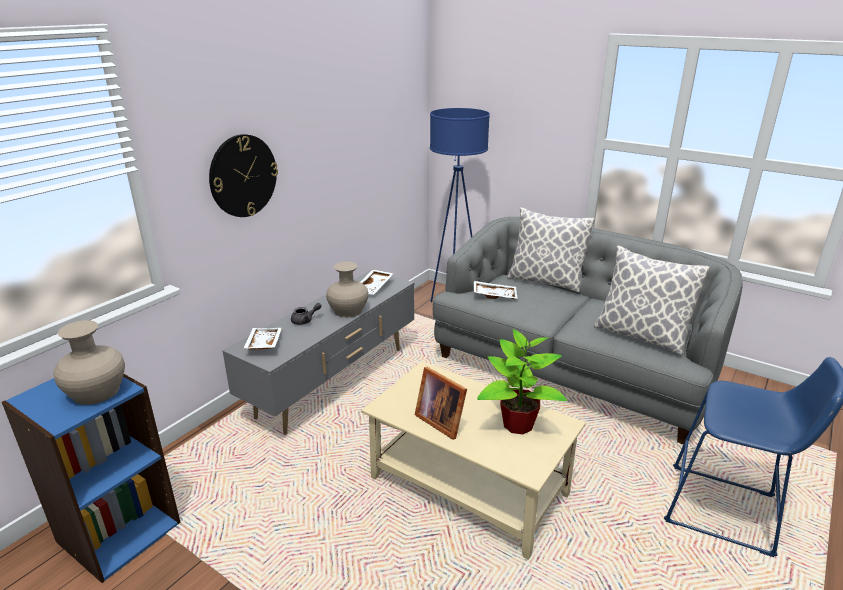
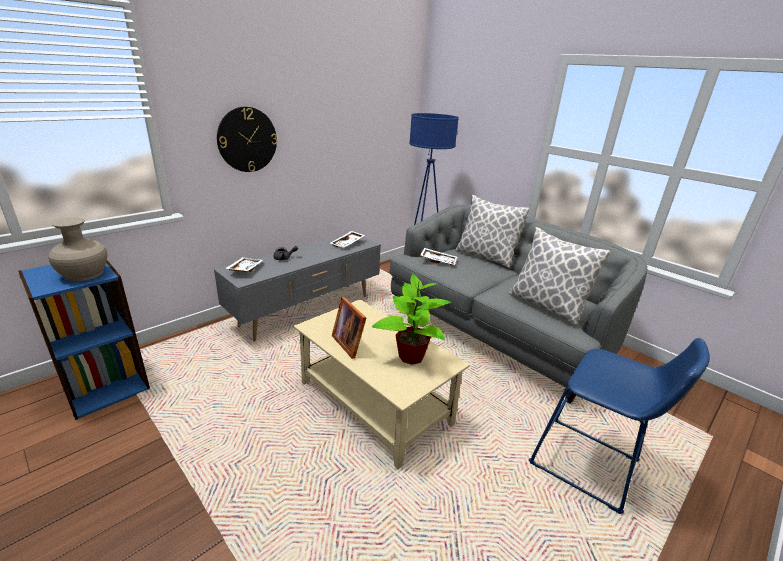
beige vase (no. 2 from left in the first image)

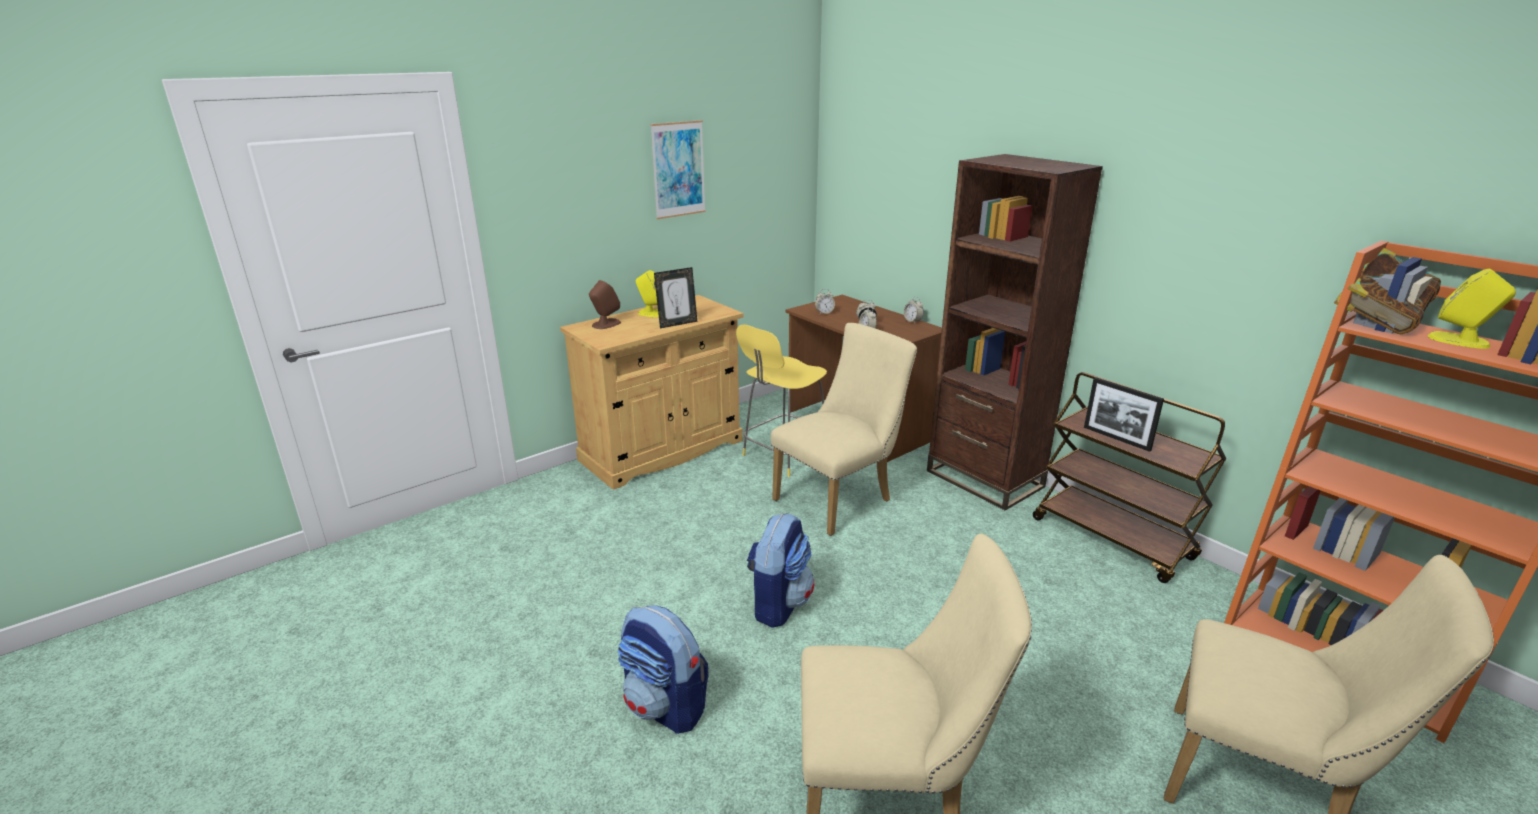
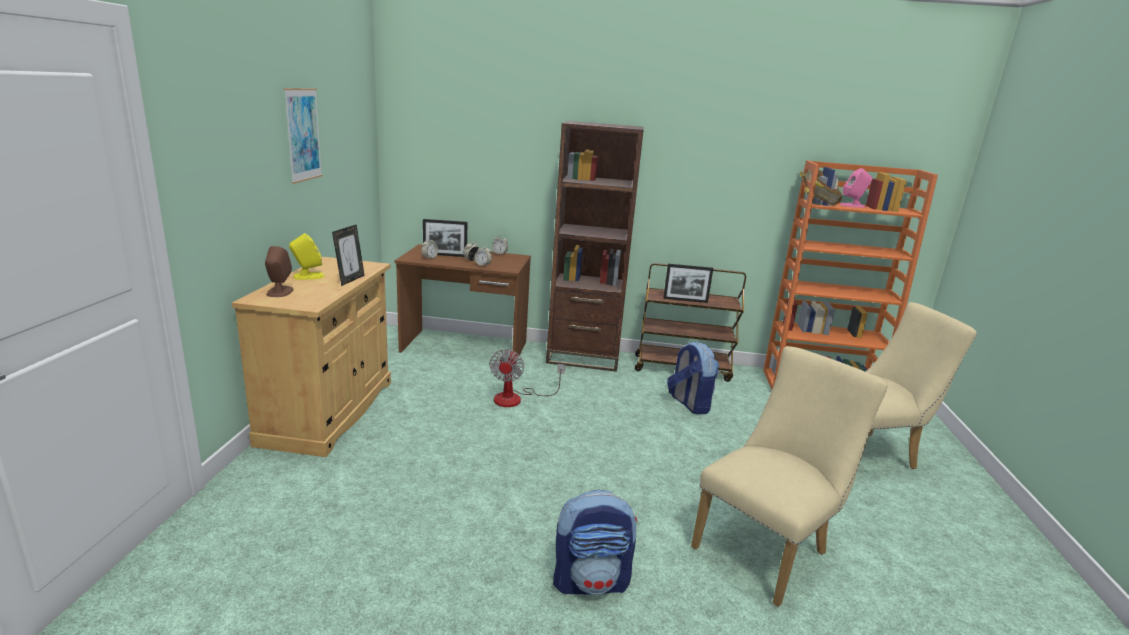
pink speaker; fan; yellow stool; backpack (no. 2 from left); picture frame (no. 2 from left)

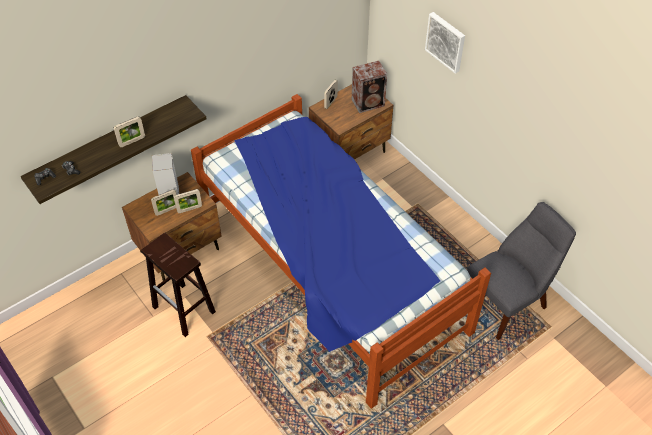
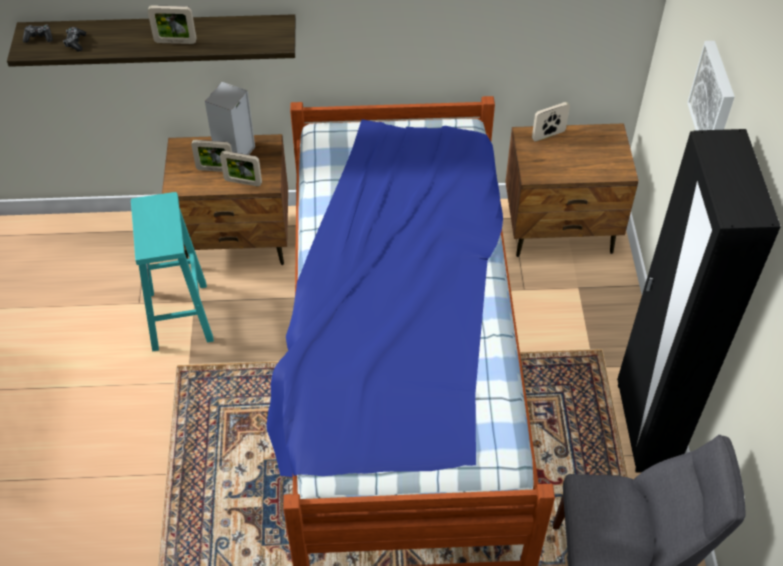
speaker (no. 2 from left in the first image); turquoise stool; black wardrobe

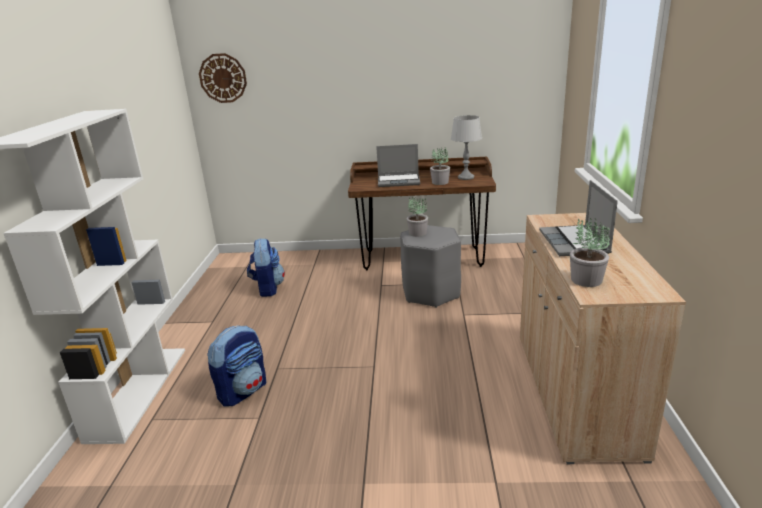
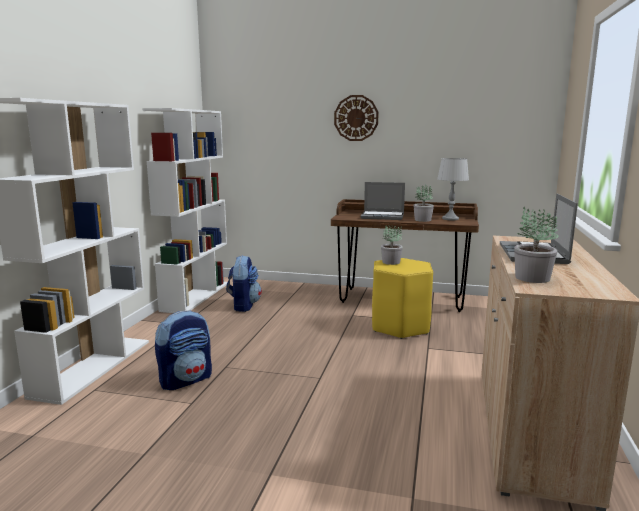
wall clock; yellow stool; white bookcase (no. 2 from left)

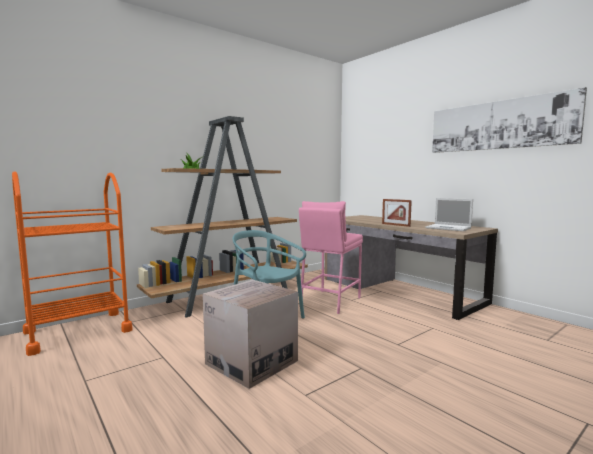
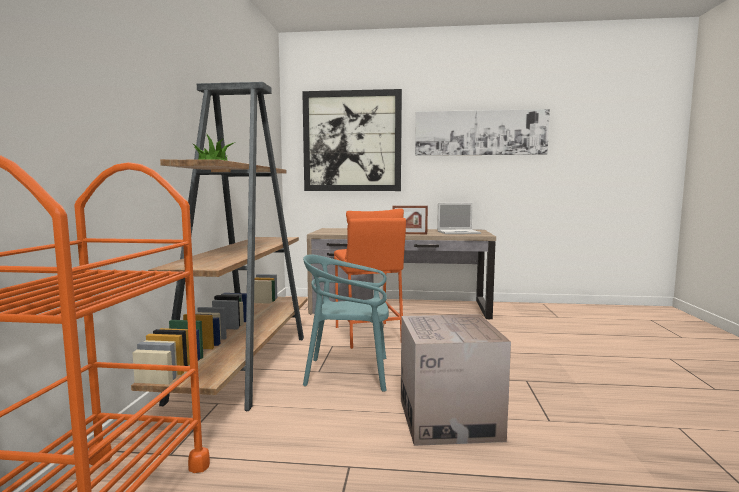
orange stool; picture (no. 1 from left)

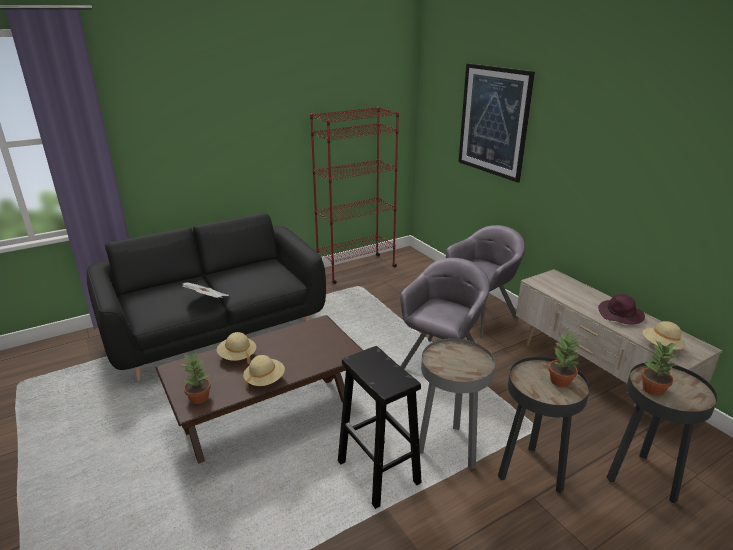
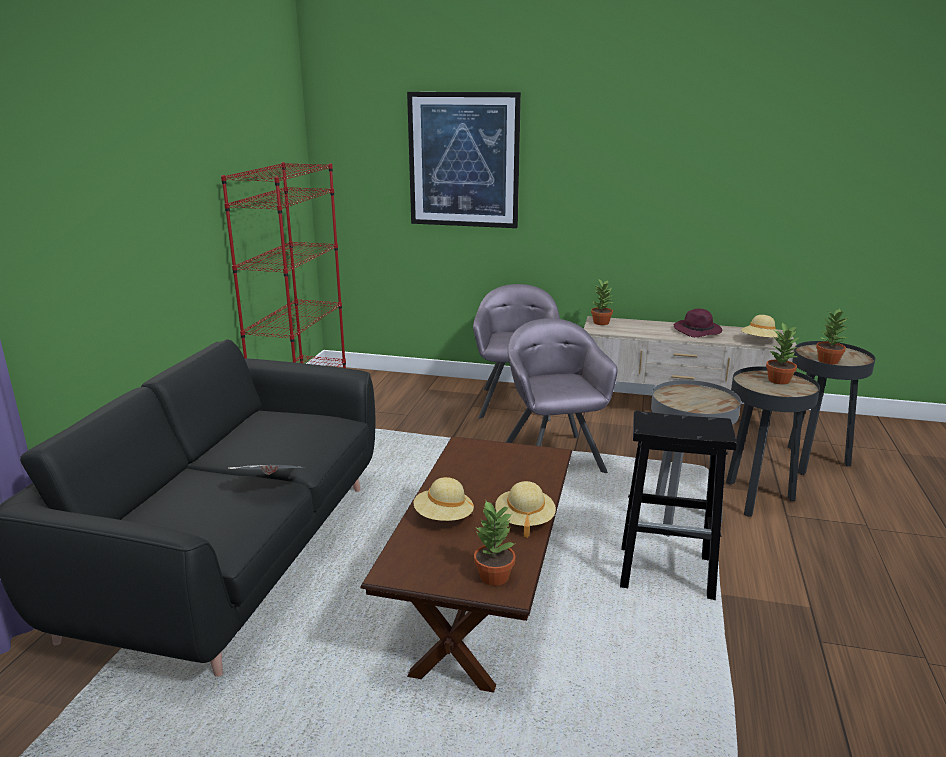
potted plant (no. 2 from left)

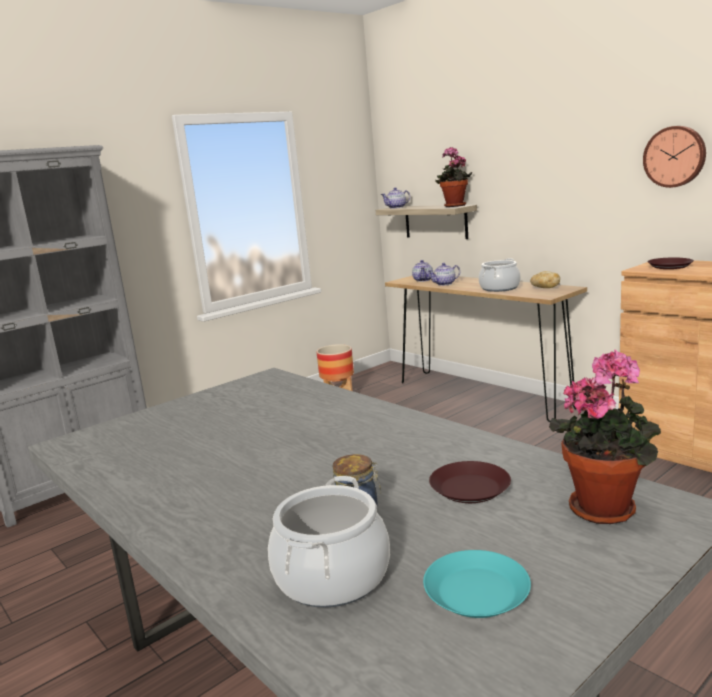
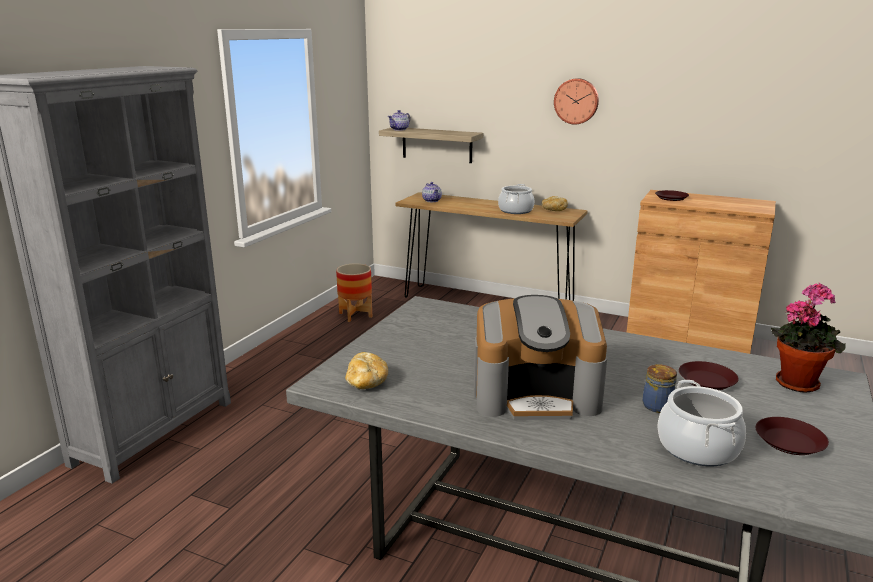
wall clock; potted plant (no. 1 from left in the first image); teapot (no. 3 from left in the first image); brown plate (no. 3 from left); coffee machine; bread (no. 1 from left)

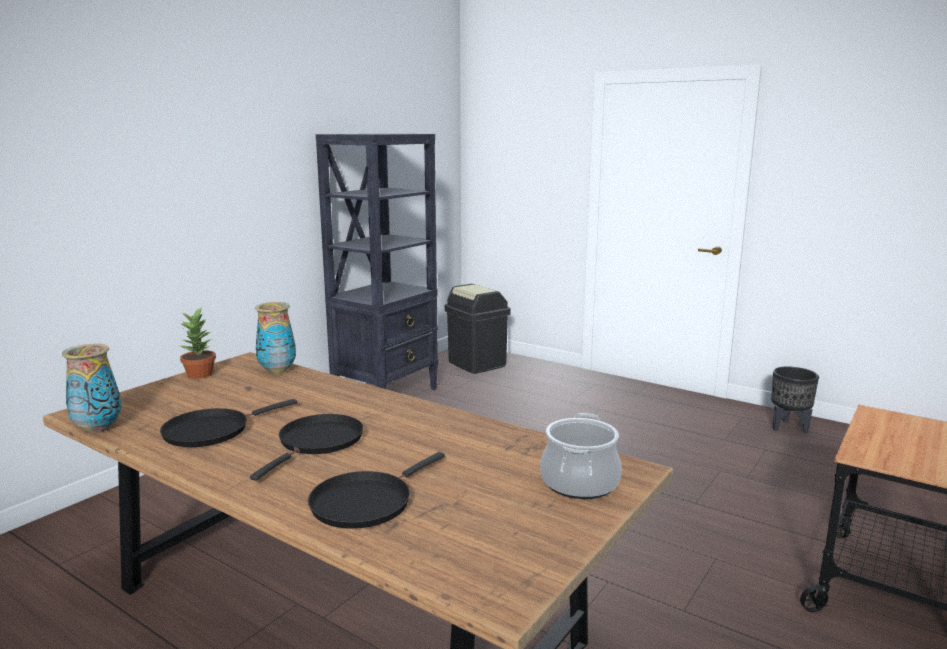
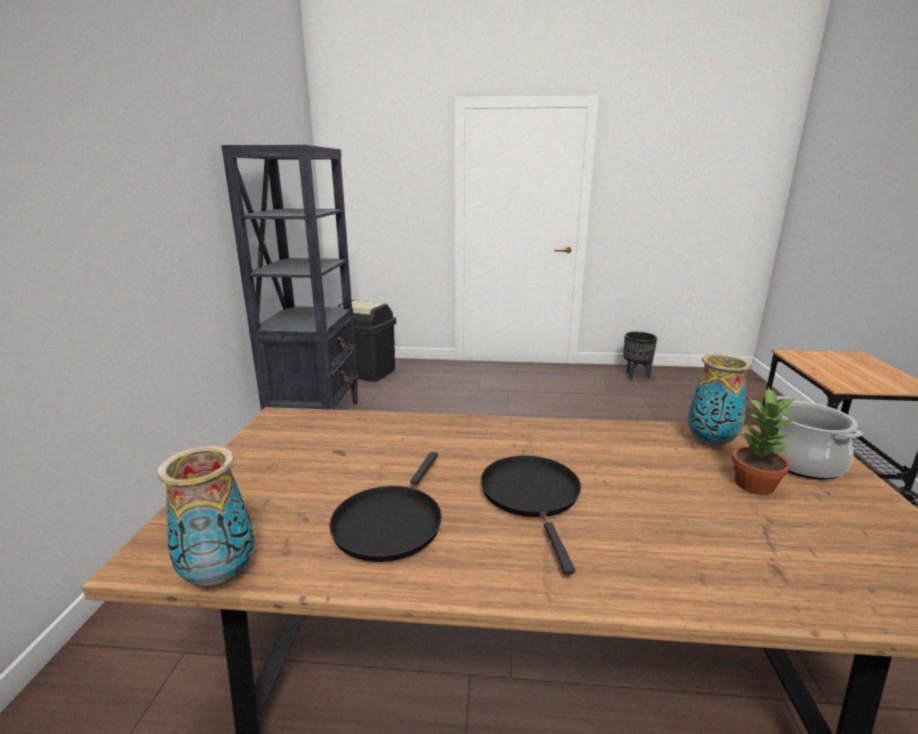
vase (no. 2 from left); potted plant; black frying pan (no. 3 from left in the first image)

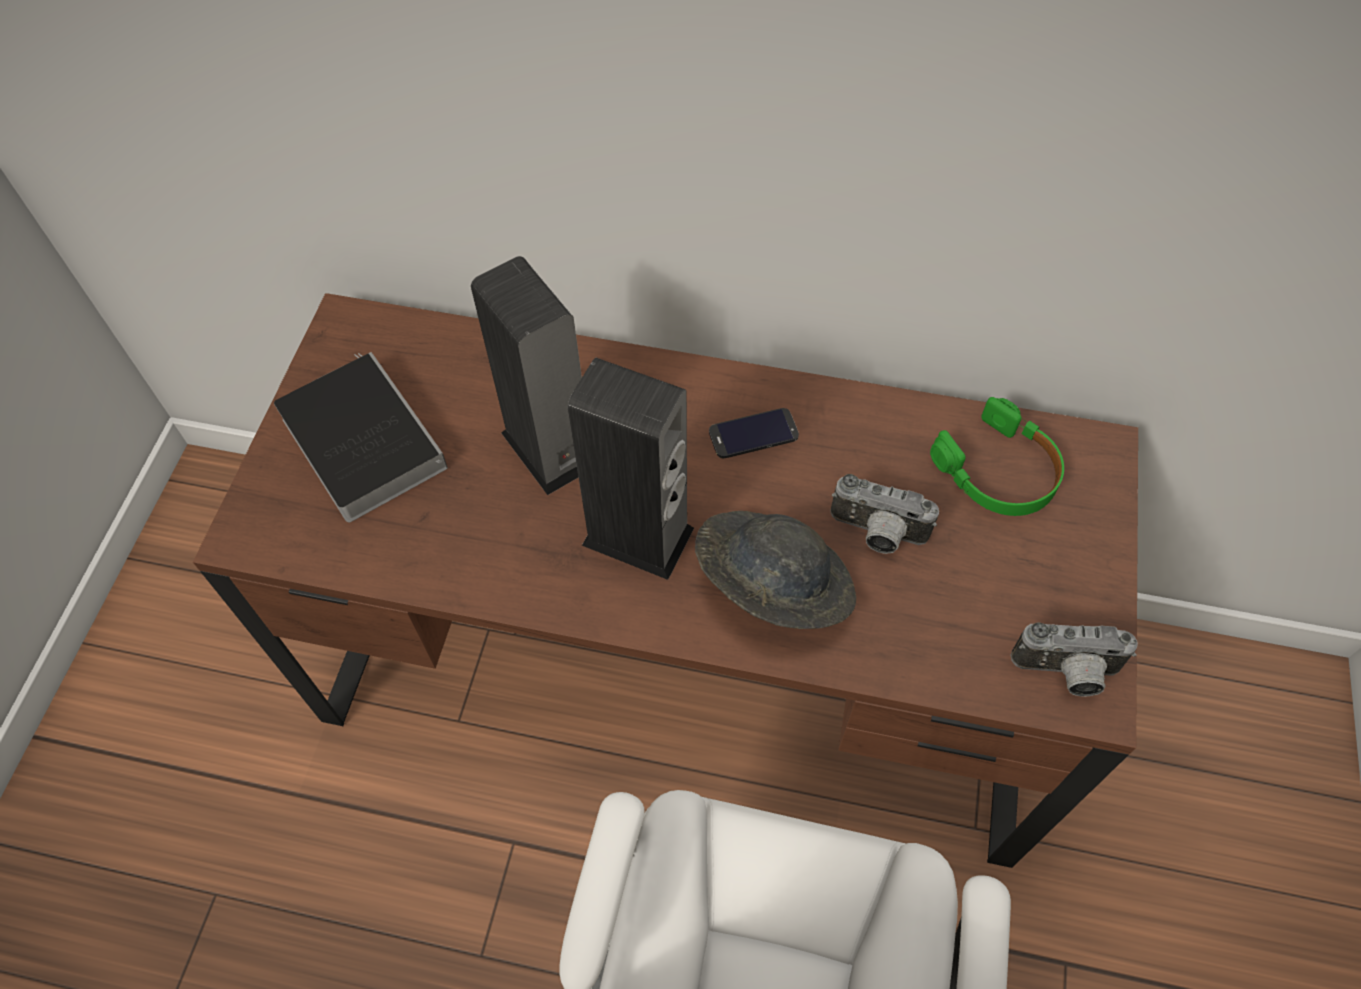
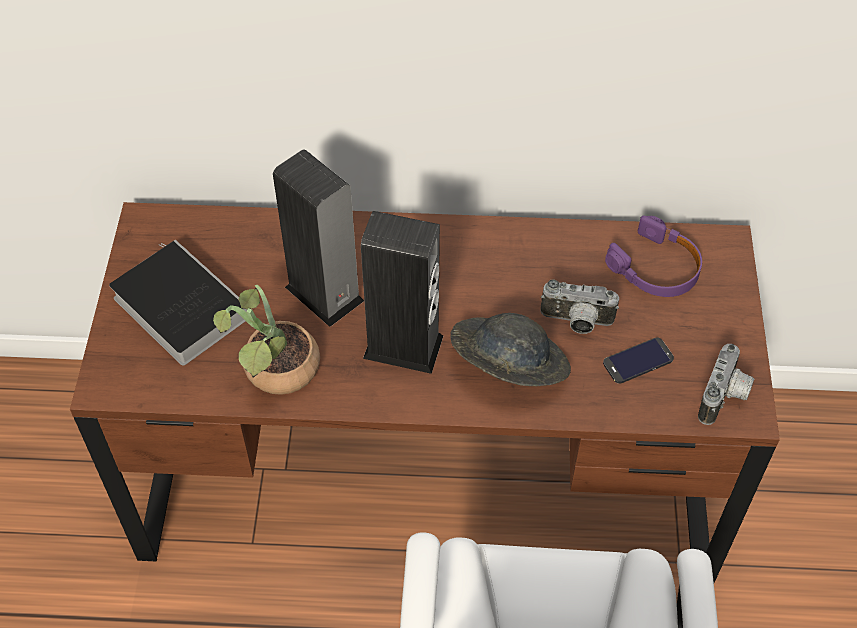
purple headphones; phone; photo camera (no. 2 from left); potted plant

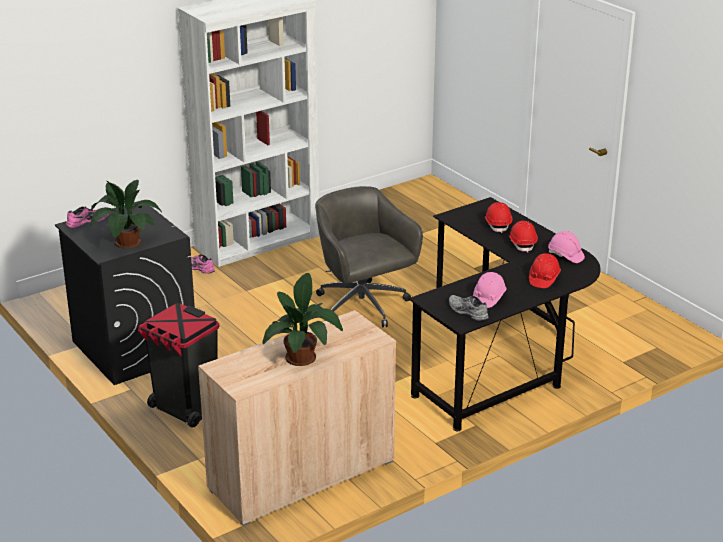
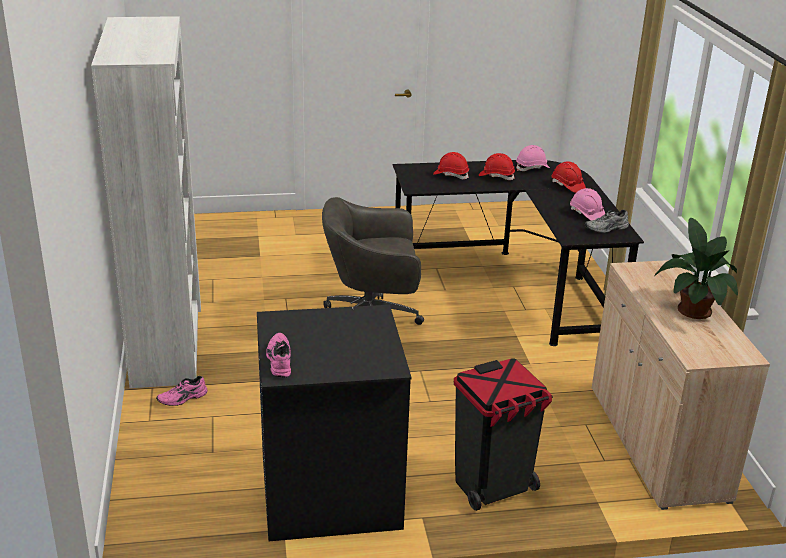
potted plant (no. 1 from left in the first image)

